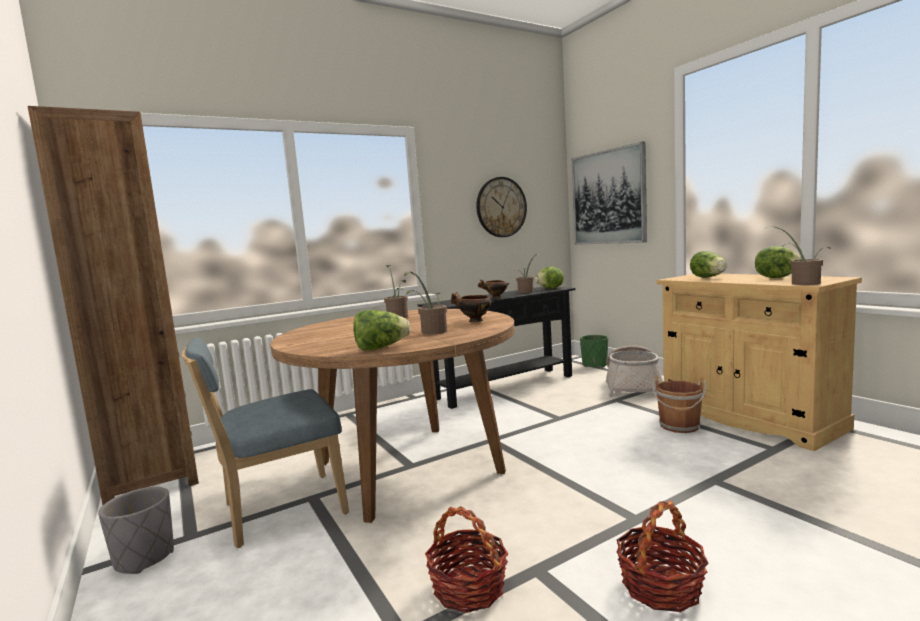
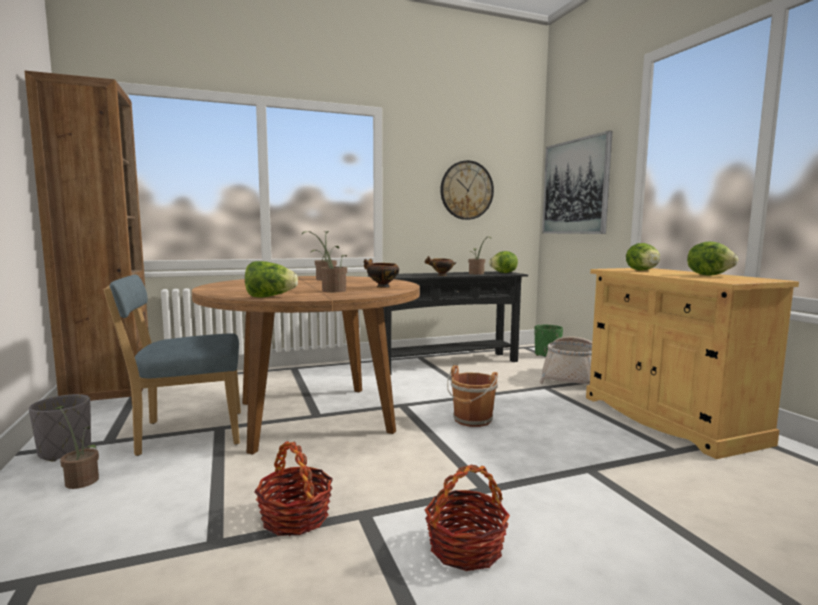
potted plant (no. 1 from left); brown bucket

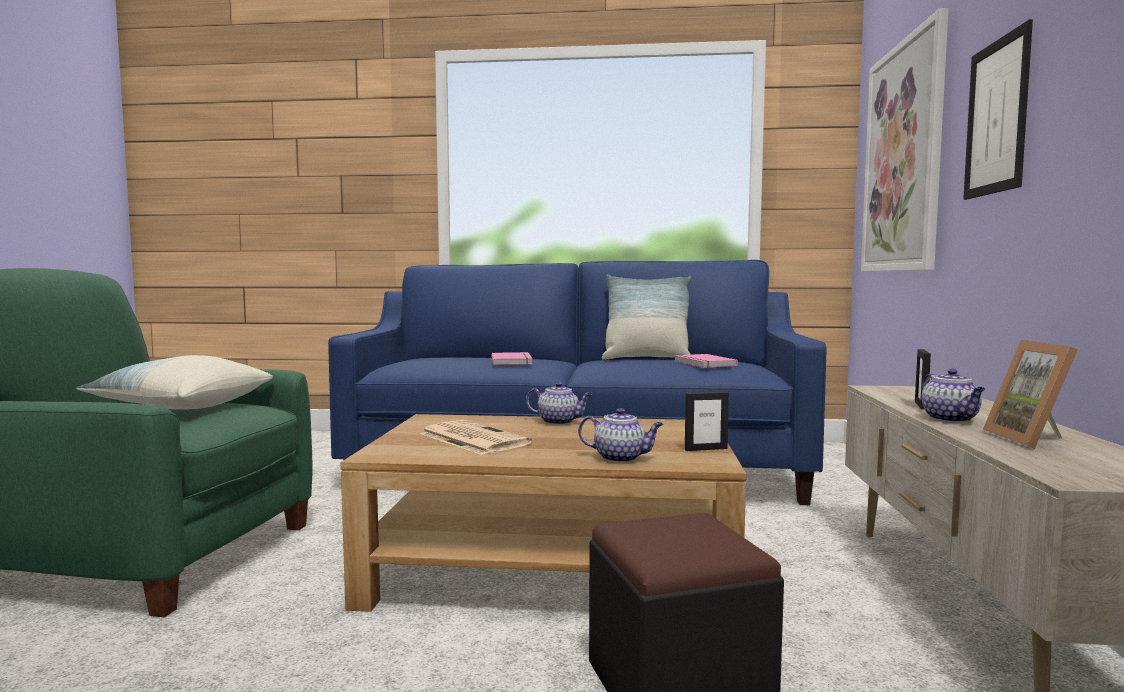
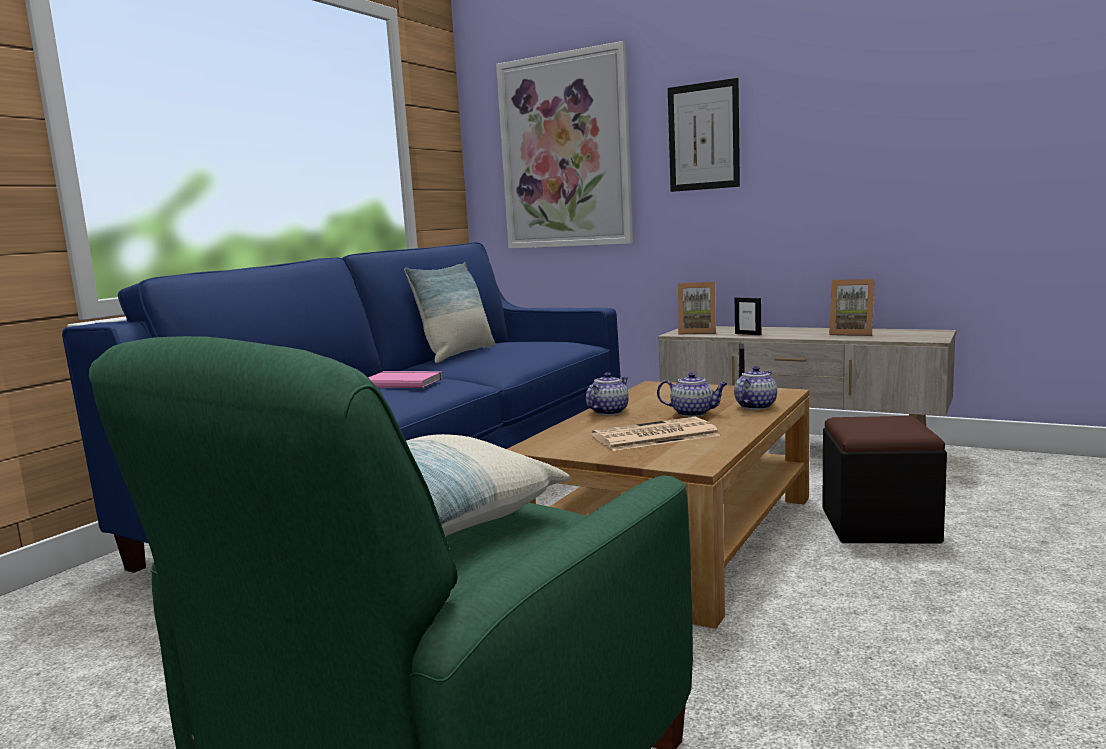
pink book (no. 2 from left in the first image); teapot (no. 2 from left); picture frame (no. 1 from left)

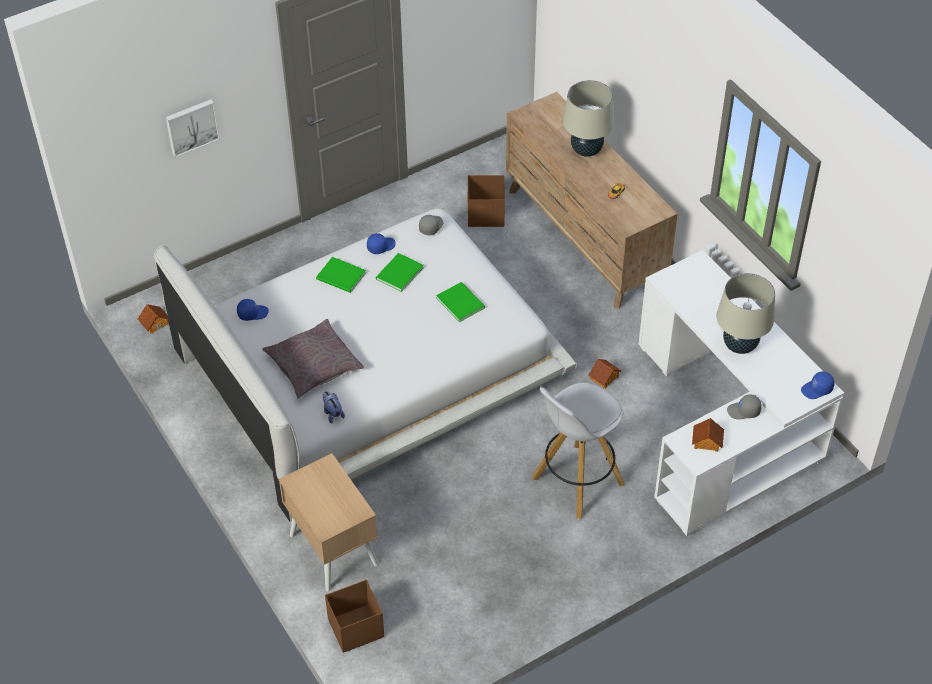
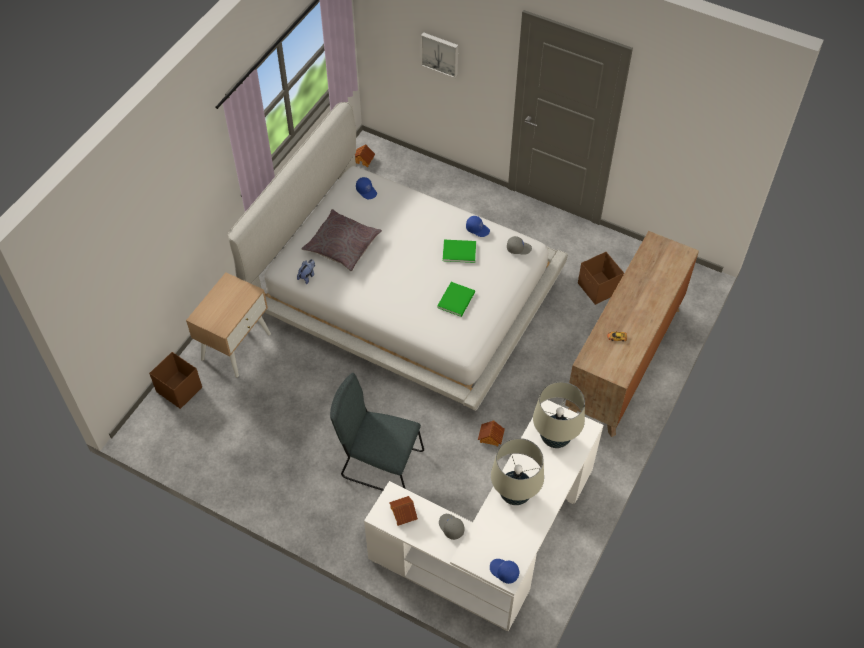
beige table lamp (no. 2 from left); green book (no. 1 from left in the first image); grey chair

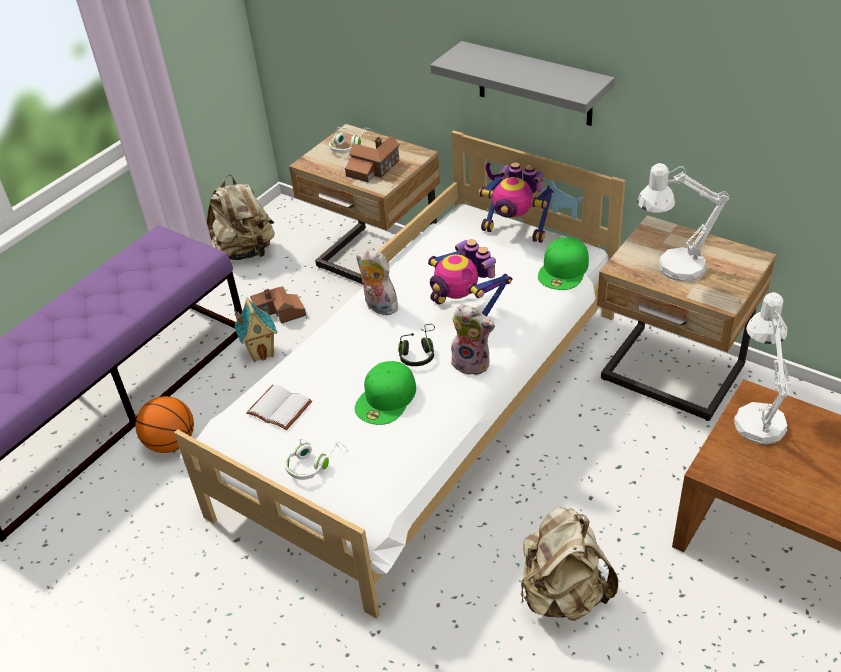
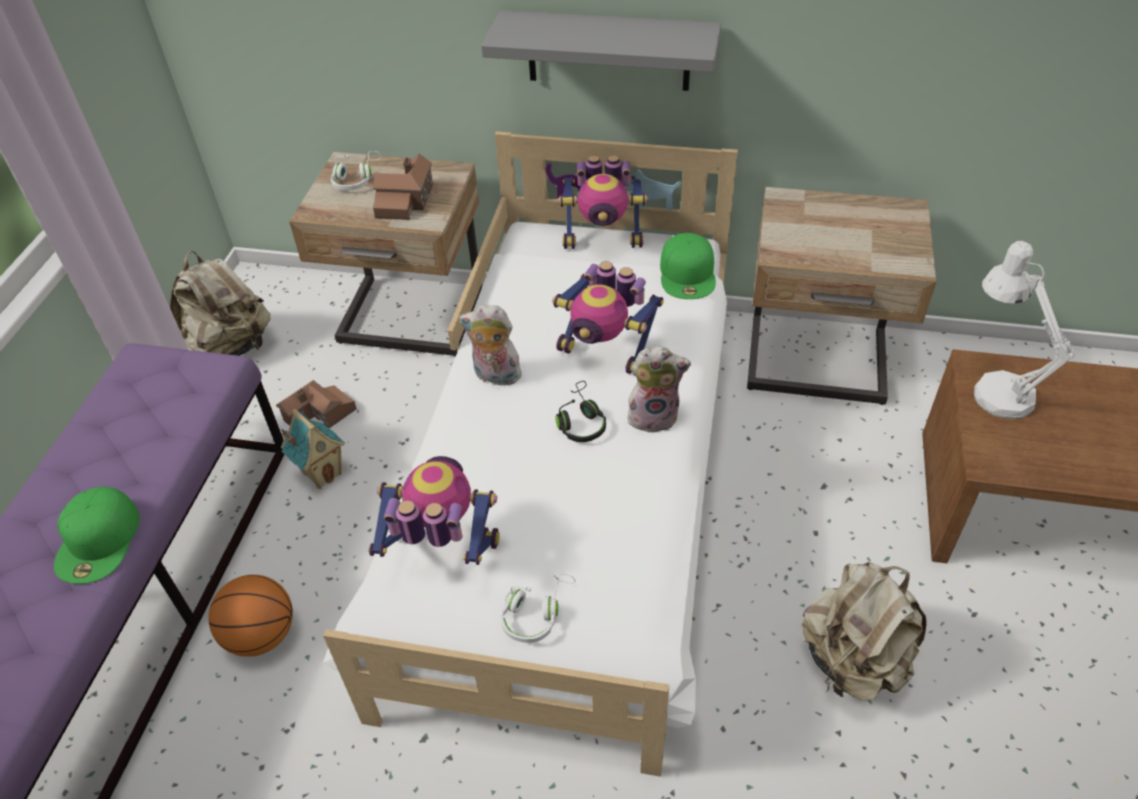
white table lamp (no. 1 from left in the first image); green cap (no. 1 from left); toy robot (no. 1 from left)

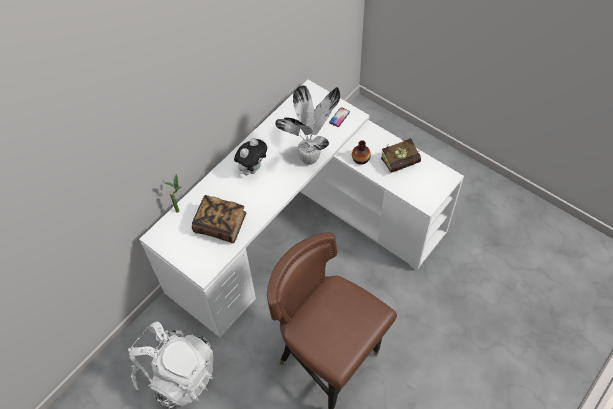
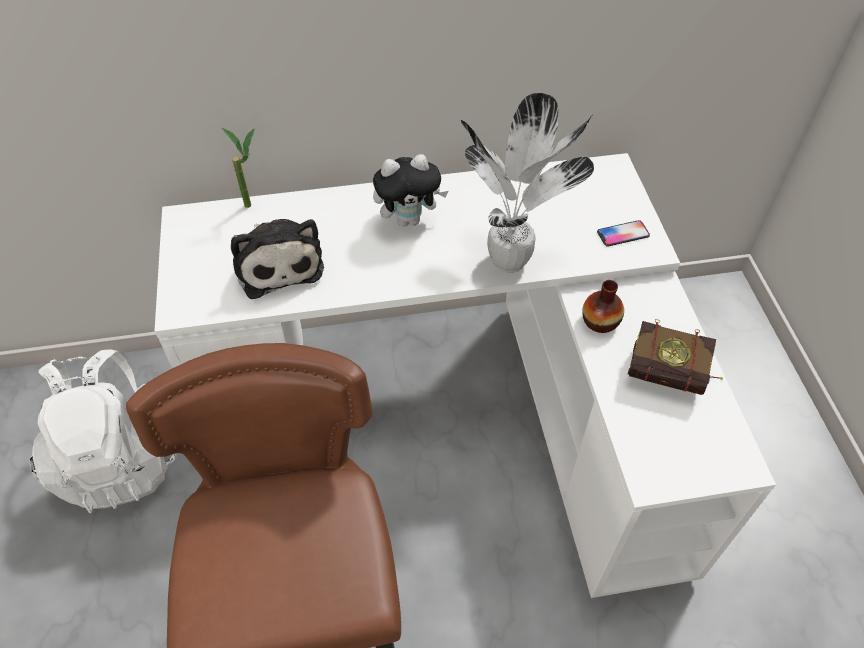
plush toy (no. 1 from left)

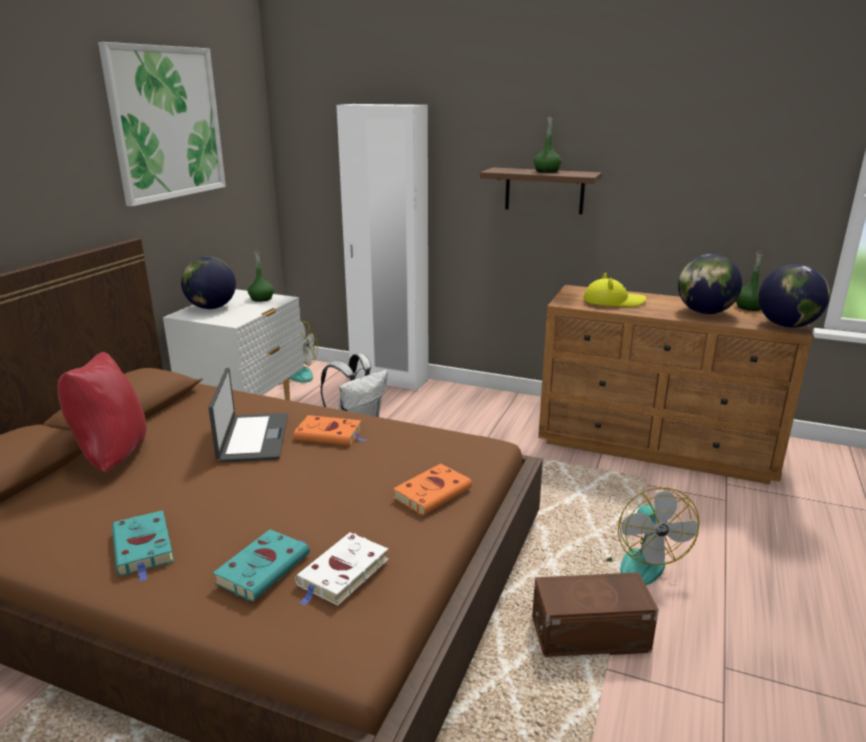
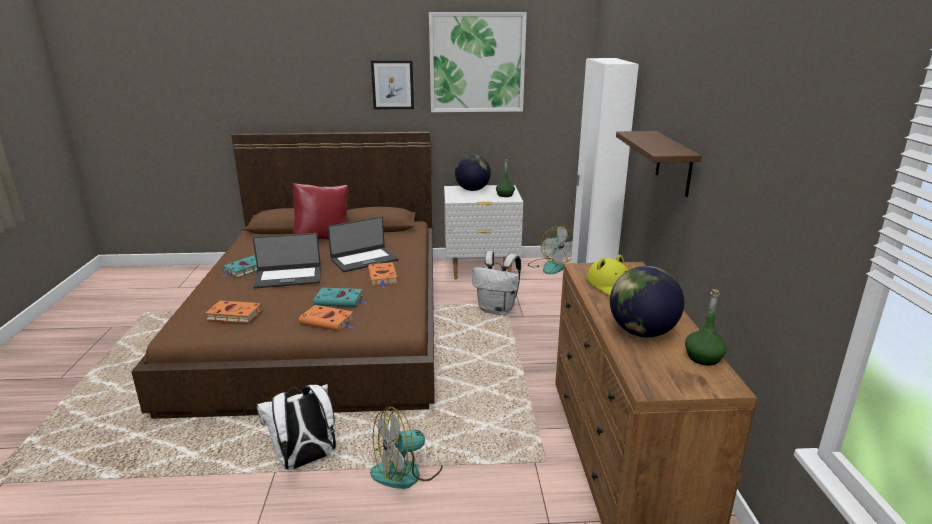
green bottle (no. 2 from left in the first image); globe (no. 3 from left in the first image); turquoise book (no. 2 from left); orange book (no. 1 from left); white backpack (no. 1 from left); picture (no. 1 from left); laptop (no. 1 from left)

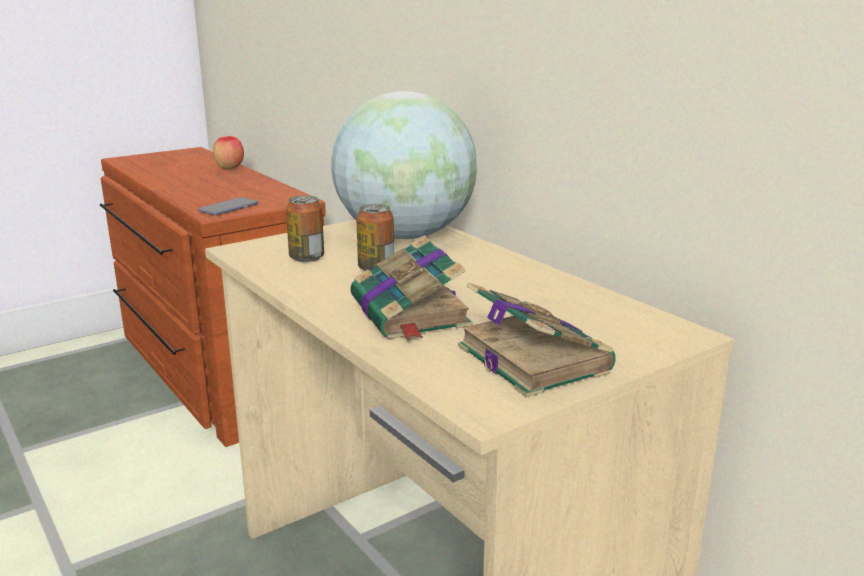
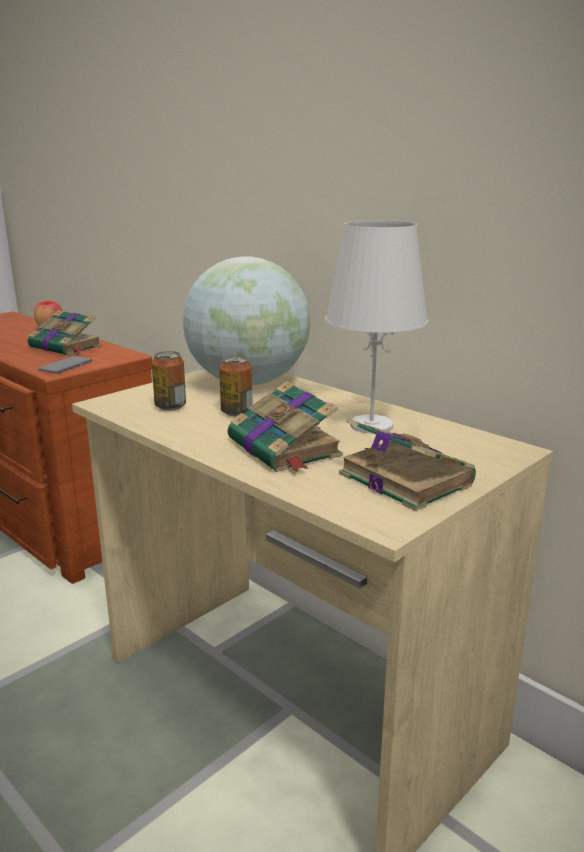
white table lamp; book (no. 1 from left)

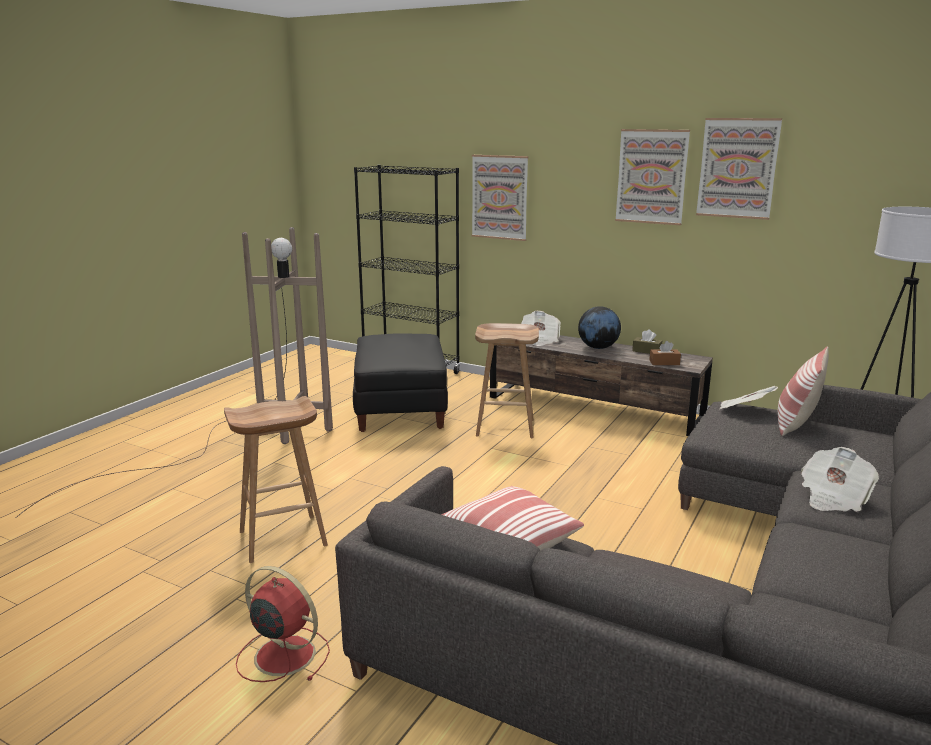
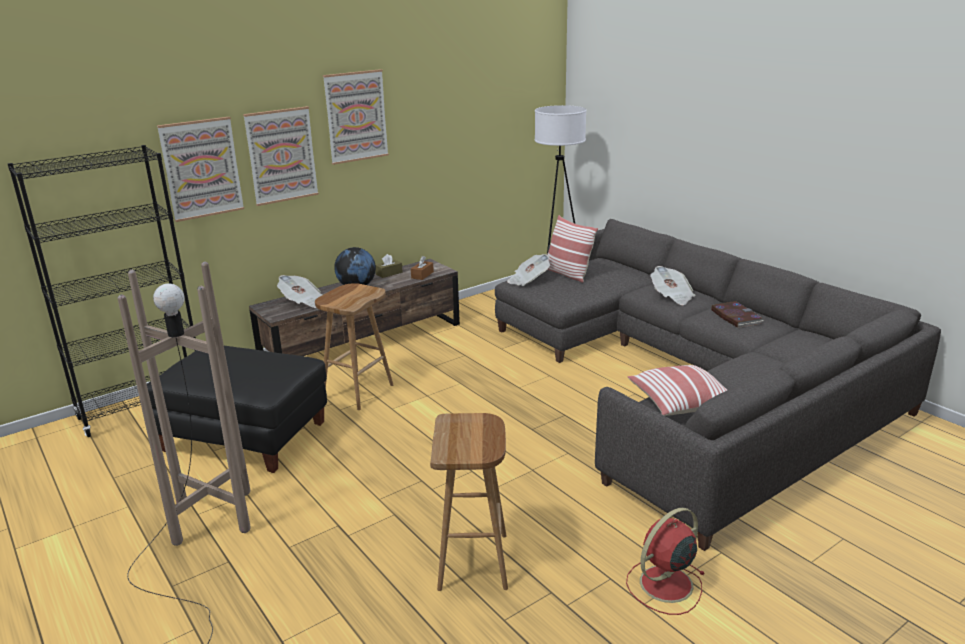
picture (no. 2 from left); book

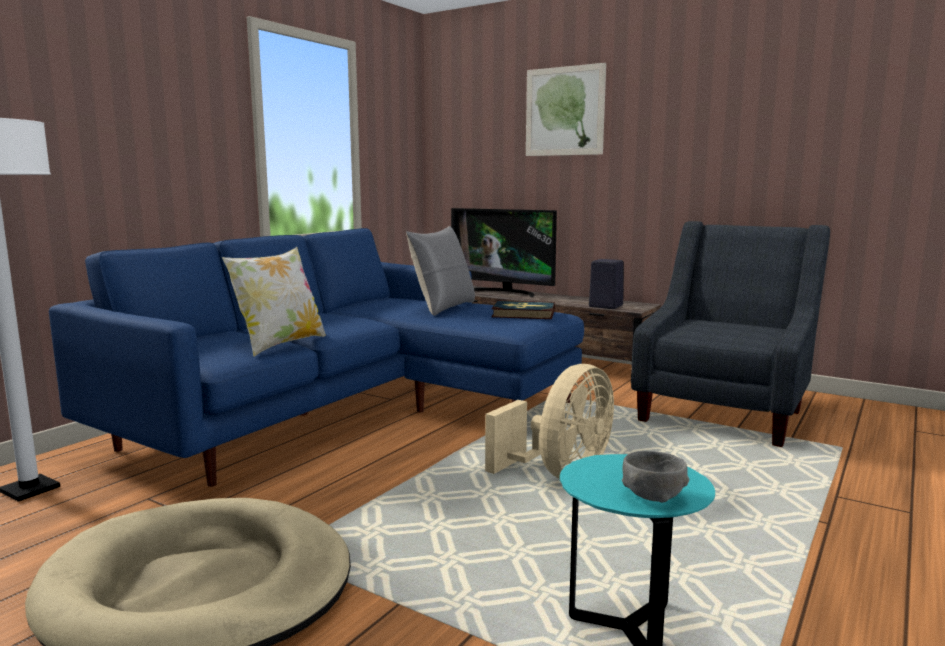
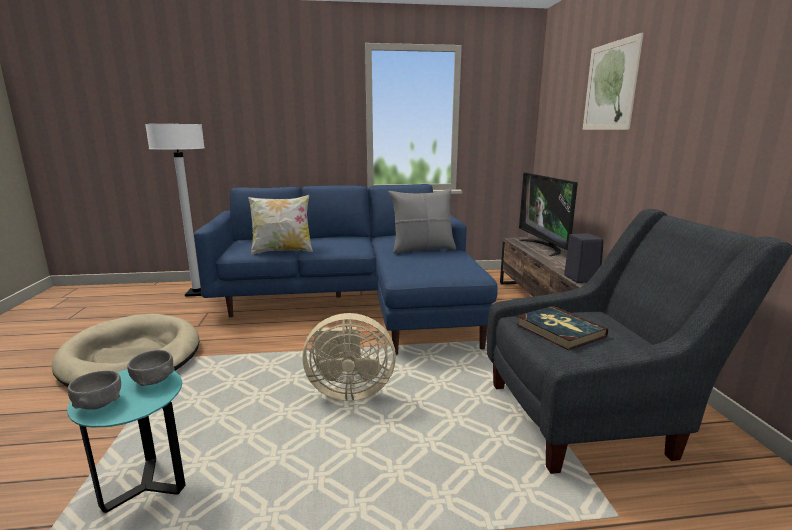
book; grey bowl (no. 2 from left)

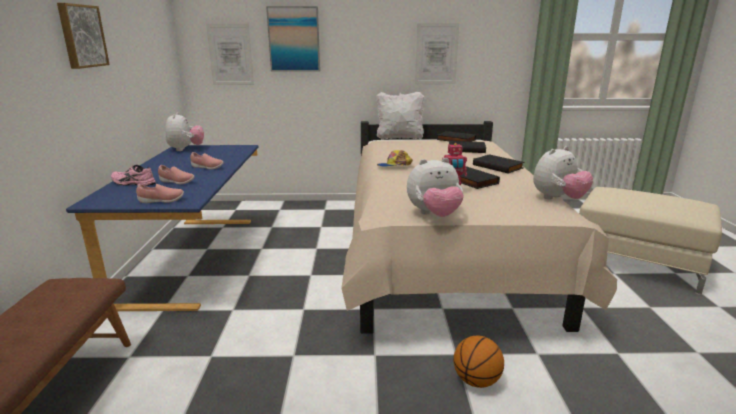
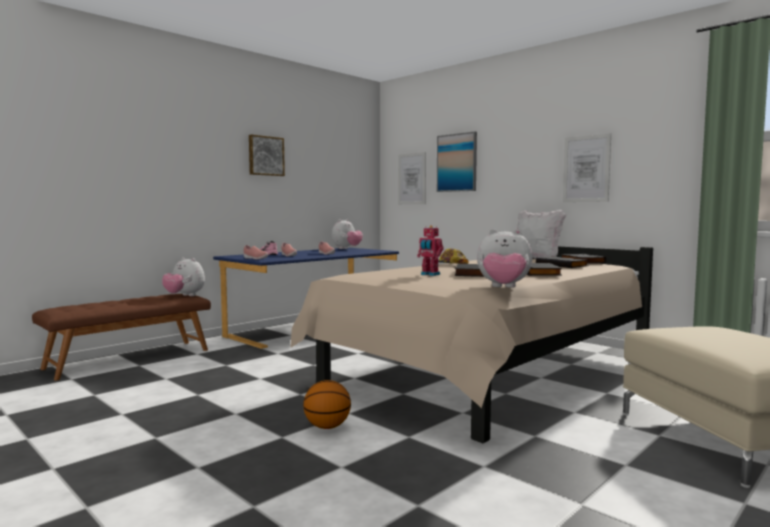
plush toy (no. 1 from left)

